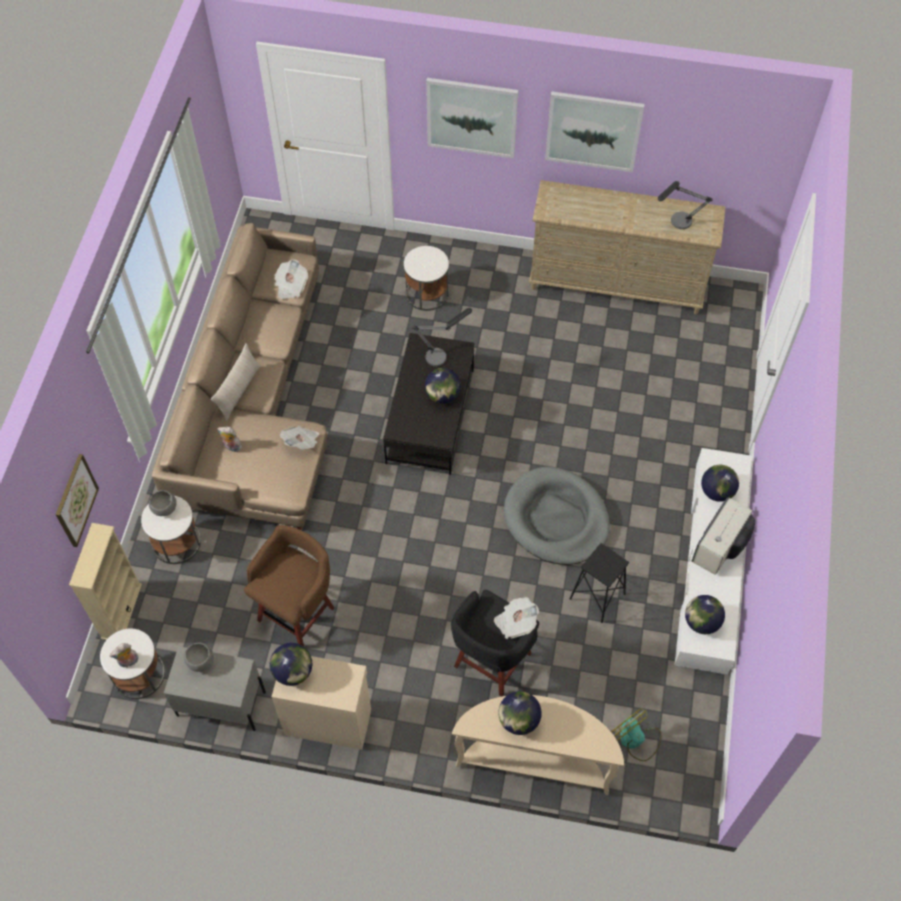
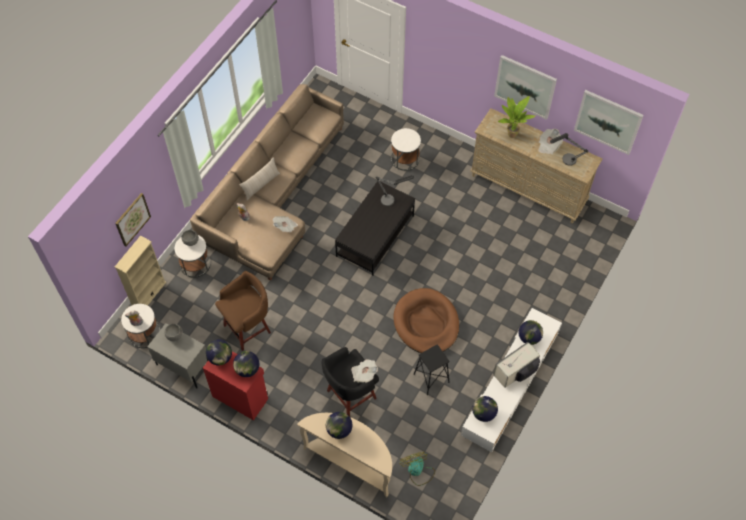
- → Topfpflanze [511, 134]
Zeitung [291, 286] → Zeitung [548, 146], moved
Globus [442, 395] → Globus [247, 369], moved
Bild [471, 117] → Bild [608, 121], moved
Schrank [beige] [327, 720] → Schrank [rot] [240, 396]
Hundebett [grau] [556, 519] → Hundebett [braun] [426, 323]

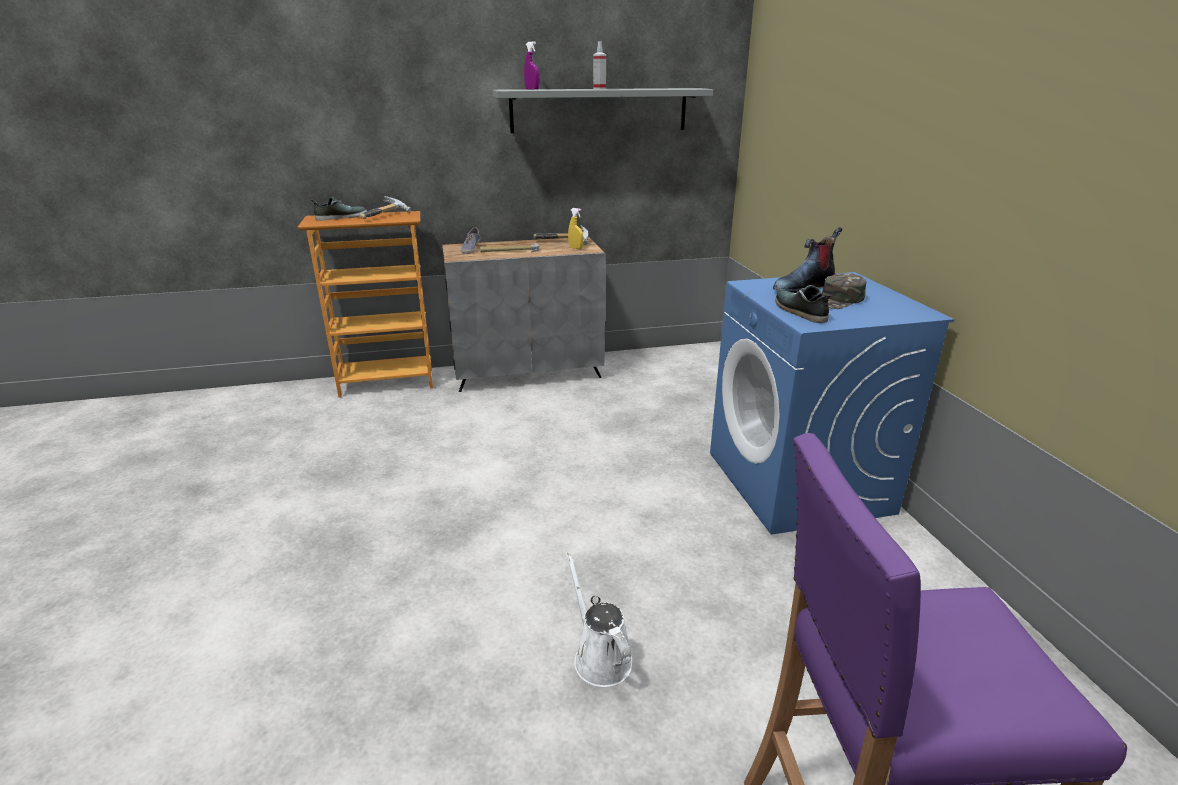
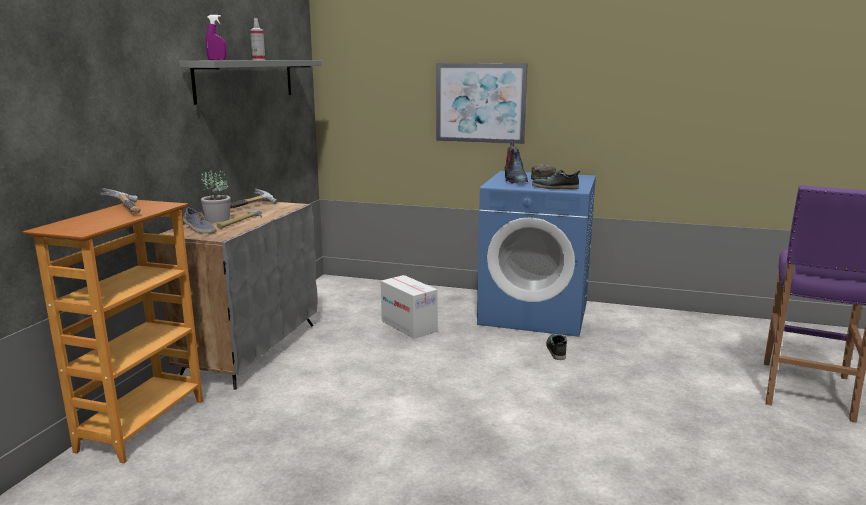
Gießkanne [weiß] [599, 657] → -
Sprühflasche [gelb] [575, 248] → -
- → Topfpflanze [218, 219]
- → Karton [409, 326]
- → Bild [480, 103]
Schuh [341, 217] → Schuh [556, 350], moved

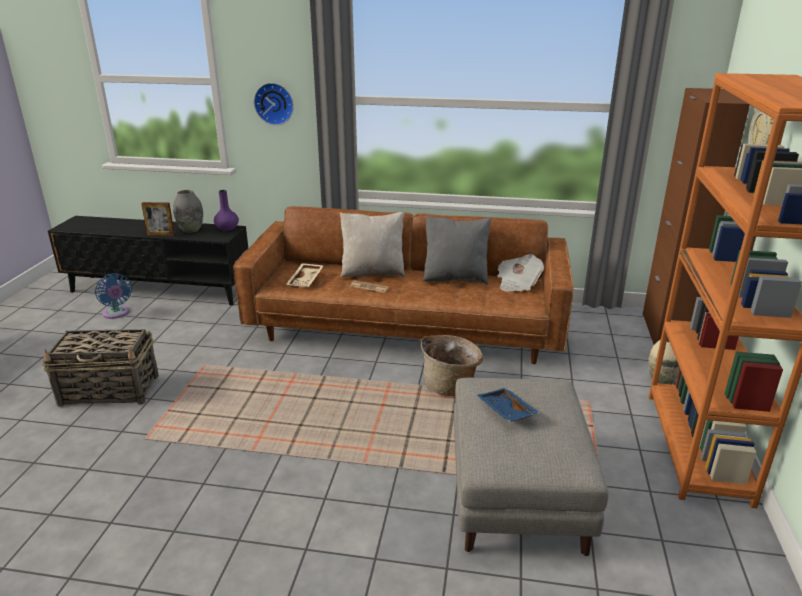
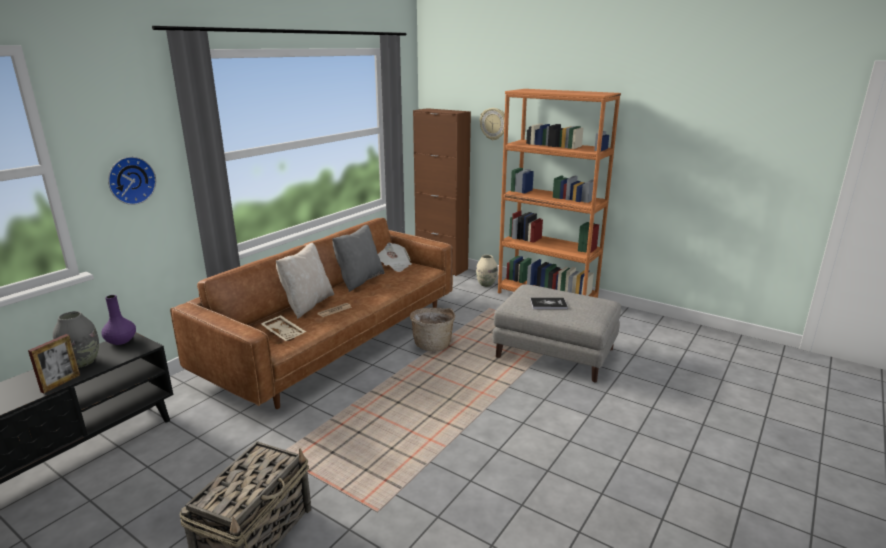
Ventilator [blau] [117, 314] → -
Tablett [blau] [505, 411] → Buch [548, 304]

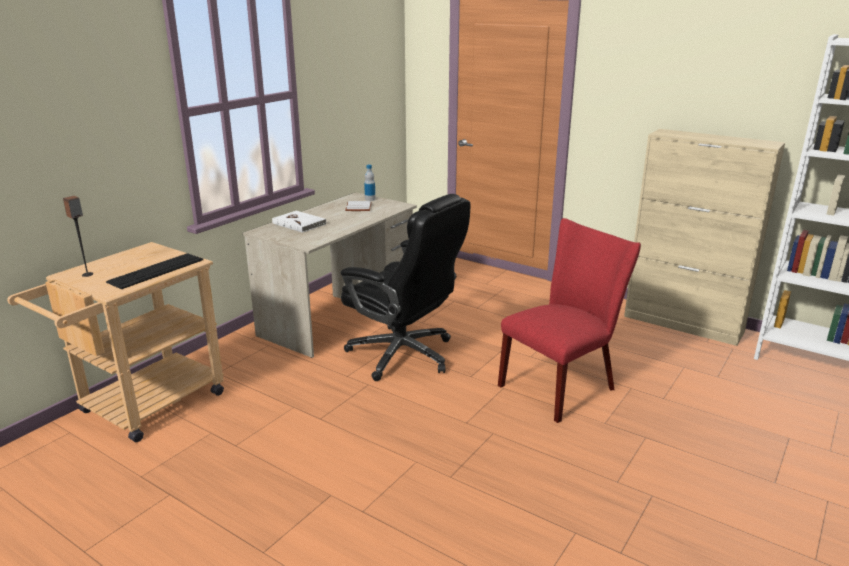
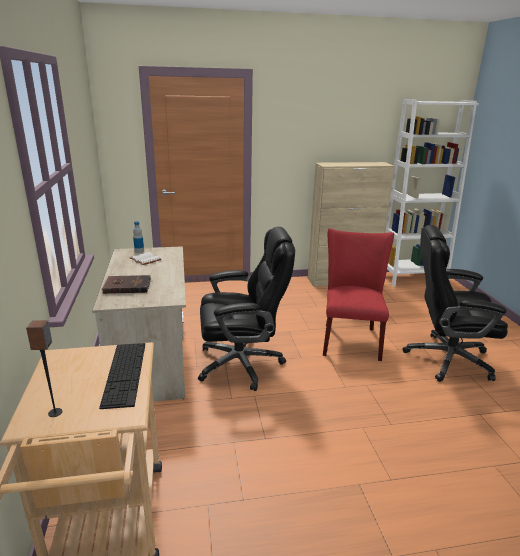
- → Bürostuhl [schwarz] [446, 359]
Buch [weiß] [299, 223] → Buch [braun] [127, 286]

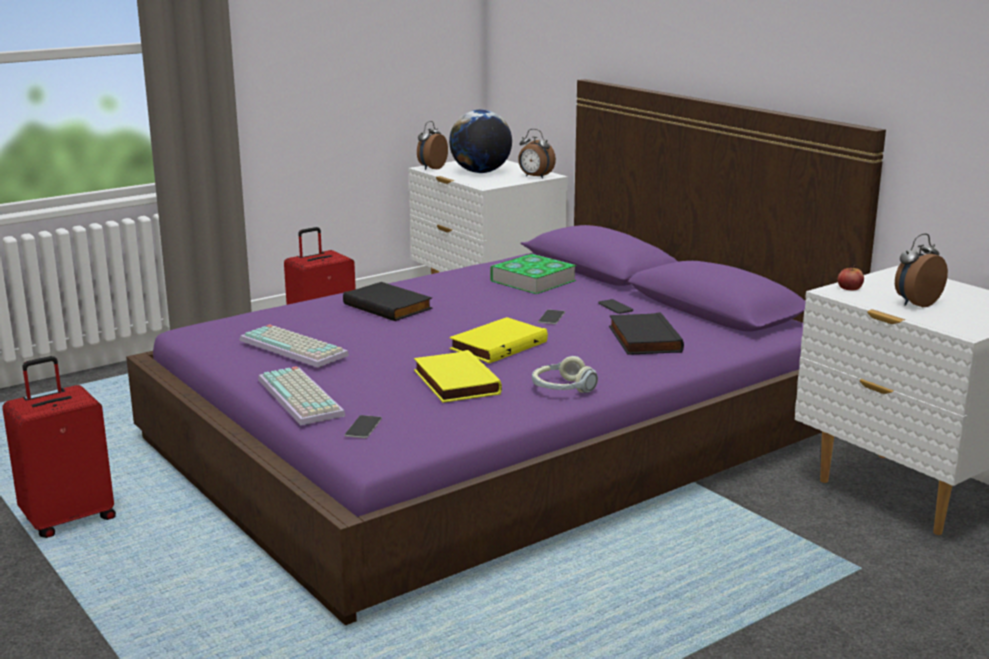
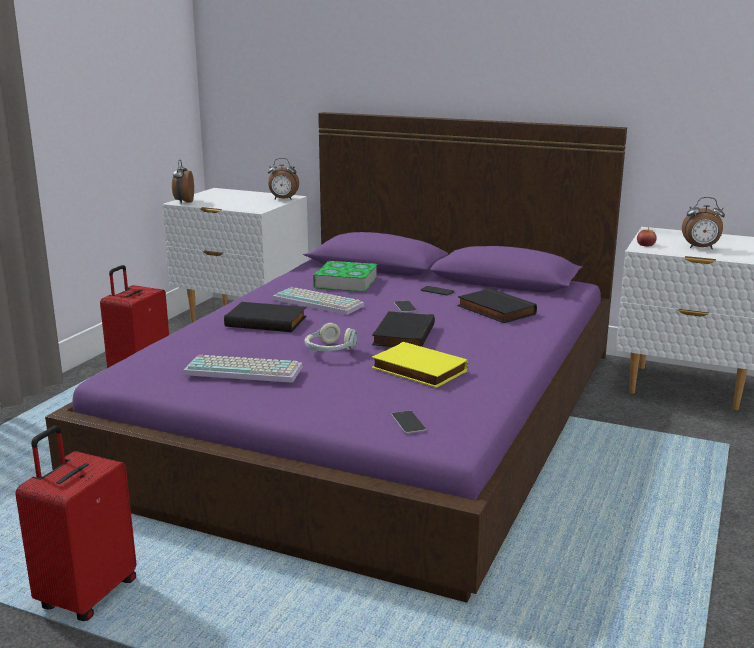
Globus [480, 172] → -
Tastatur [303, 397] → Tastatur [319, 302], moved
Kopfhörer [562, 389] → Kopfhörer [329, 350], moved
Buch [gelb] [497, 345] → Buch [schwarz] [402, 335]
Wecker [915, 303] → Wecker [701, 248], 105 degrees counterclockwise

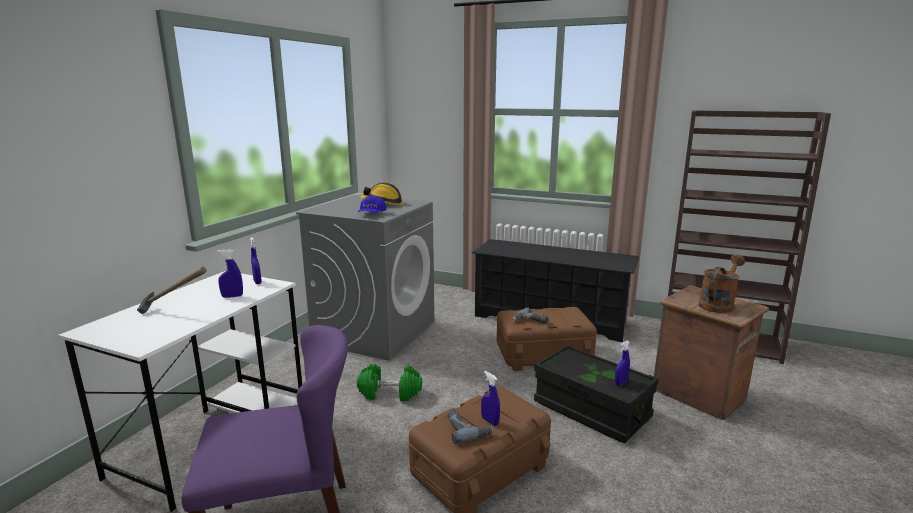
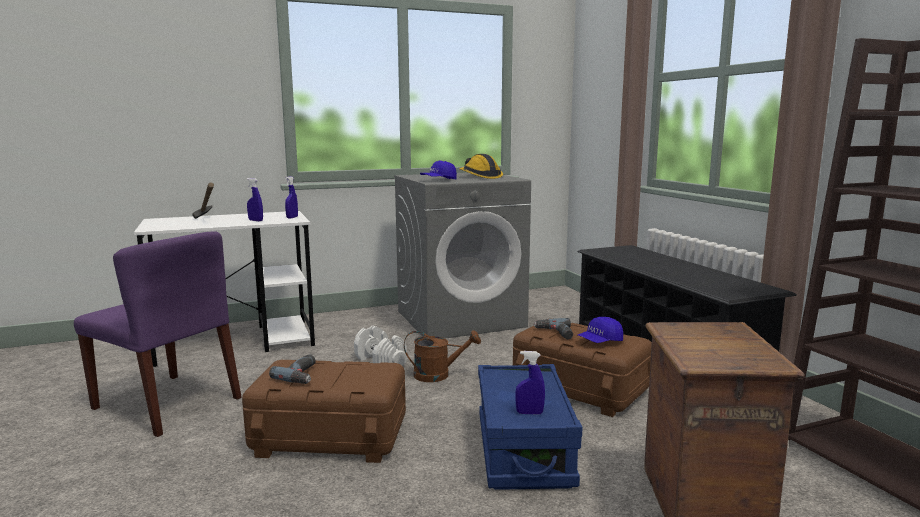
Sprühflasche [blau] [490, 421] → -
- → Kappe [blau] [600, 342]
Gießkanne [braun] [718, 304] → Gießkanne [braun] [438, 375], moved
Hantel [grün] [390, 393] → Hantel [weiß] [381, 361]
Aufbewahrungsbox [schwarz] [591, 410] → Aufbewahrungsbox [blau] [523, 450]

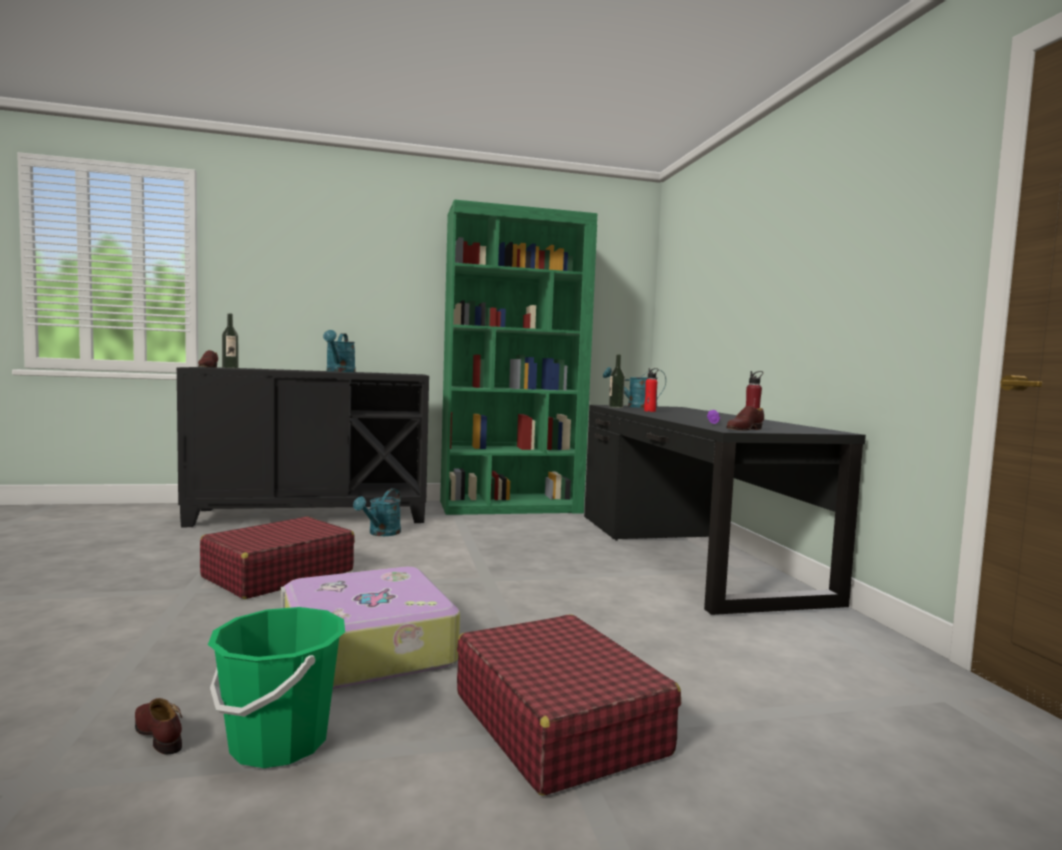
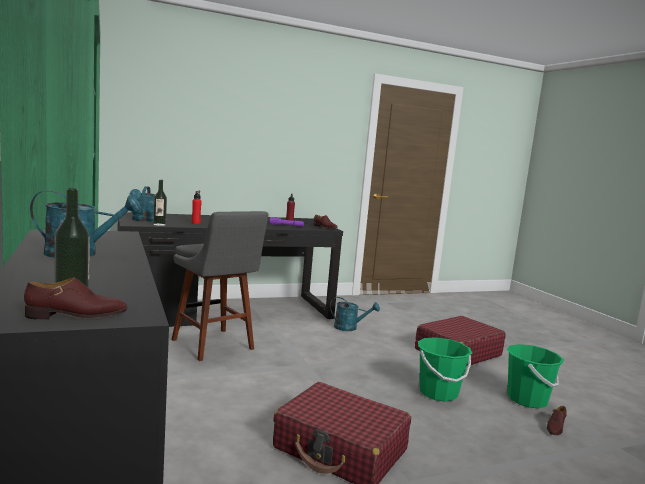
- → Hocker [grau] [214, 346]
Gießkanne [türkis] [381, 533] → Gießkanne [türkis] [350, 328], moved
Koffer [365, 649] → Eimer [grün] [438, 393]

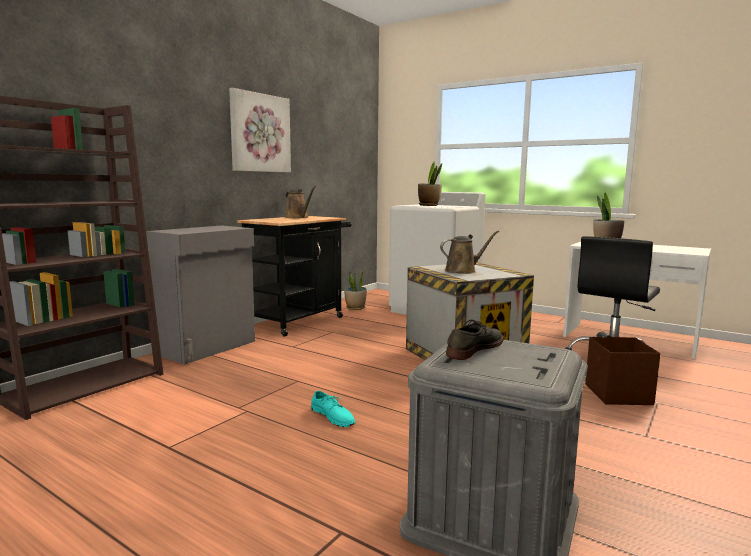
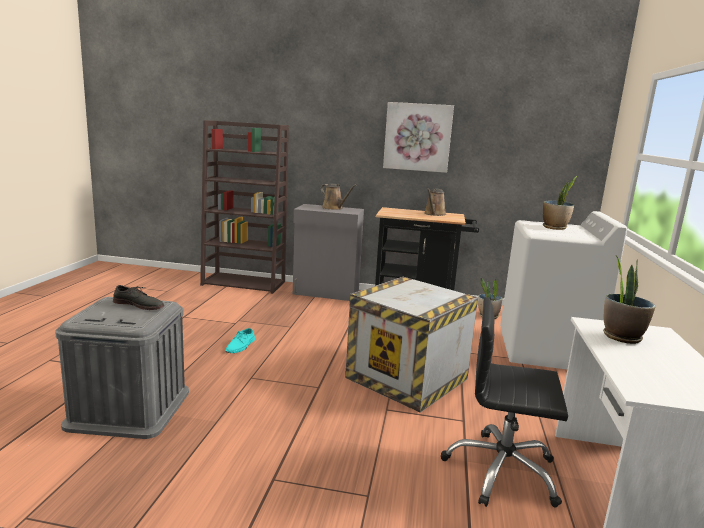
Aufbewahrungsbox [braun] [618, 395] → -
Gießkanne [braun] [463, 271] → Gießkanne [braun] [334, 208], moved

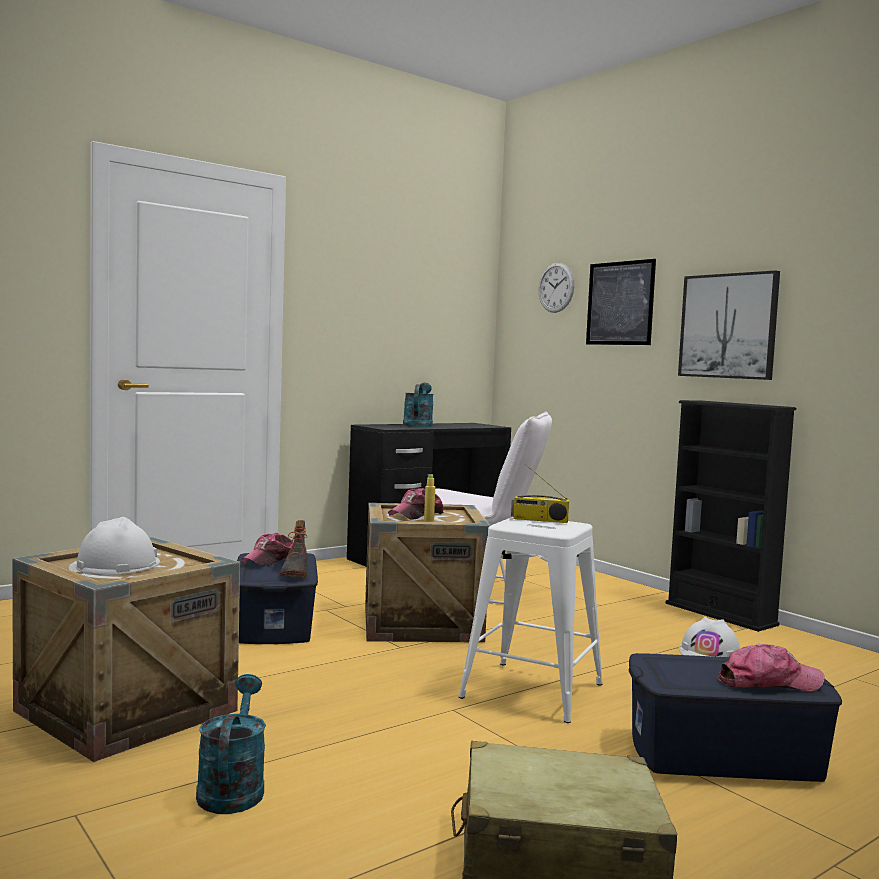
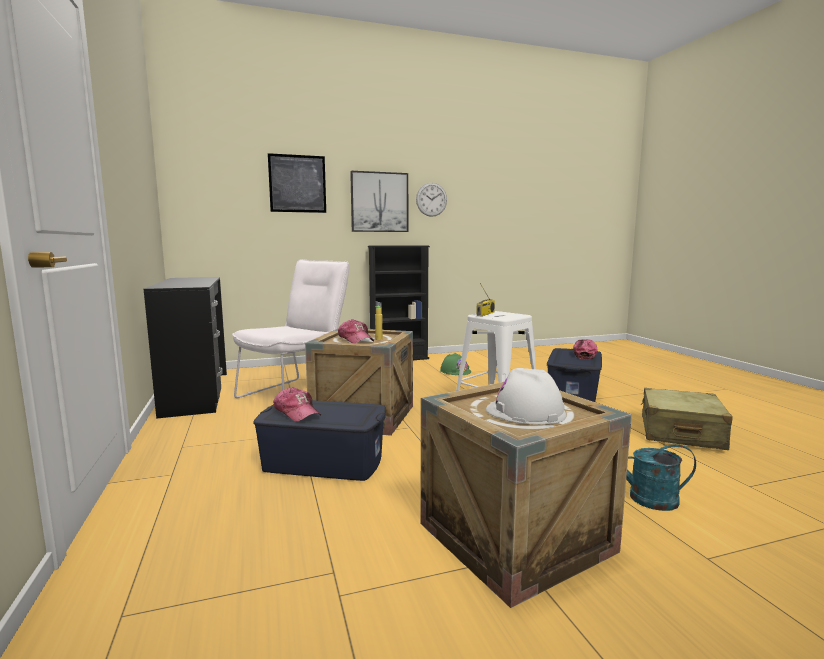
Stiefel [294, 572] → -
Gießkanne [türkis] [418, 425] → -
Wanduhr [556, 287] → Wanduhr [431, 199], moved
Schutzhelm [weiß] [710, 654] → Schutzhelm [grün] [455, 371]

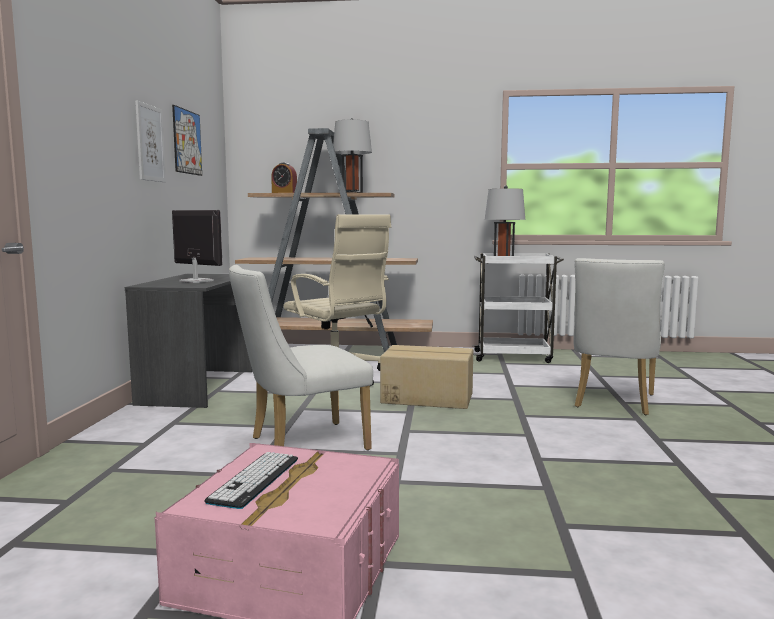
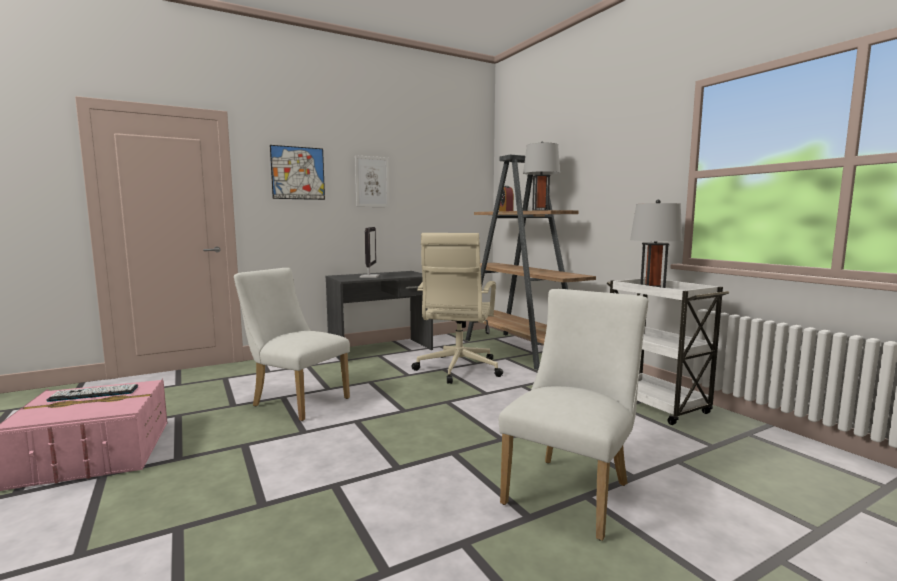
Karton [427, 398] → -
Bild [187, 142] → Bild [298, 173], moved
Stuhl [weiß] [612, 403] → Stuhl [weiß] [572, 490], 135 degrees clockwise

